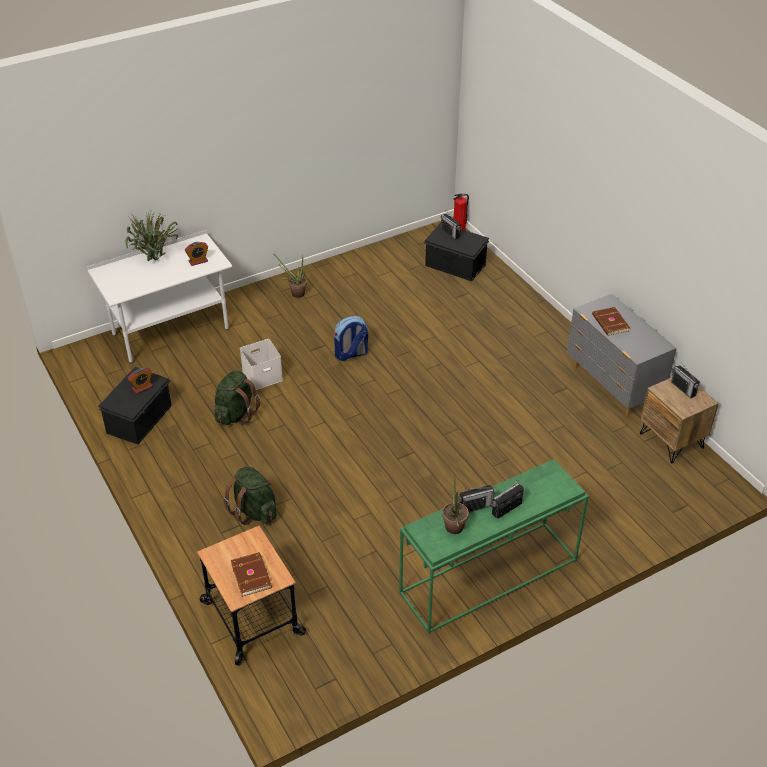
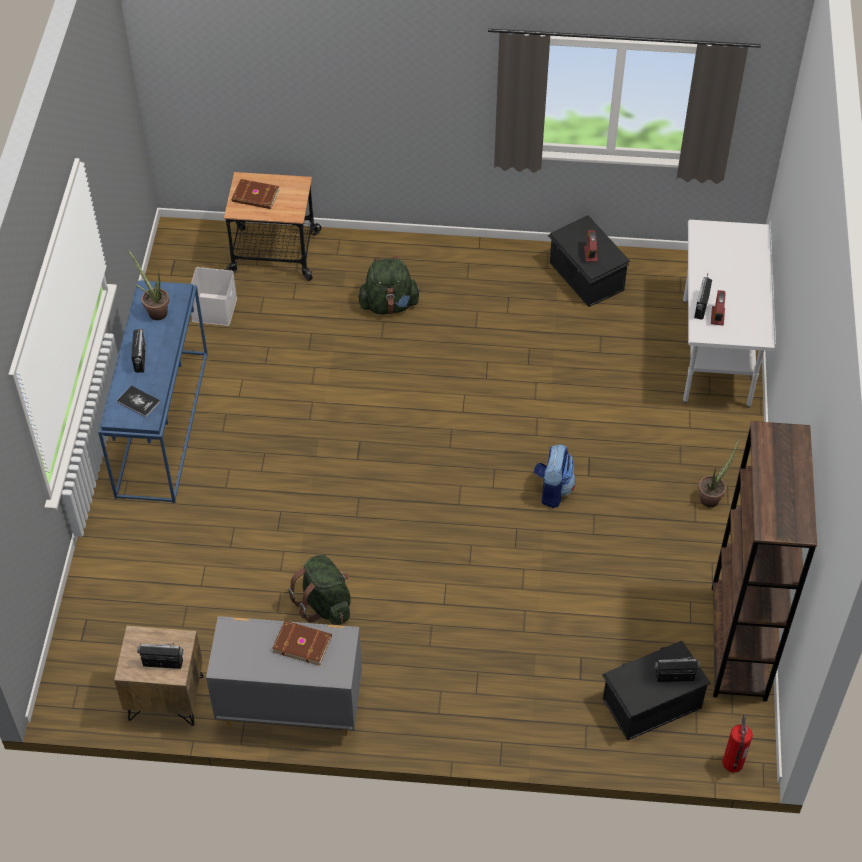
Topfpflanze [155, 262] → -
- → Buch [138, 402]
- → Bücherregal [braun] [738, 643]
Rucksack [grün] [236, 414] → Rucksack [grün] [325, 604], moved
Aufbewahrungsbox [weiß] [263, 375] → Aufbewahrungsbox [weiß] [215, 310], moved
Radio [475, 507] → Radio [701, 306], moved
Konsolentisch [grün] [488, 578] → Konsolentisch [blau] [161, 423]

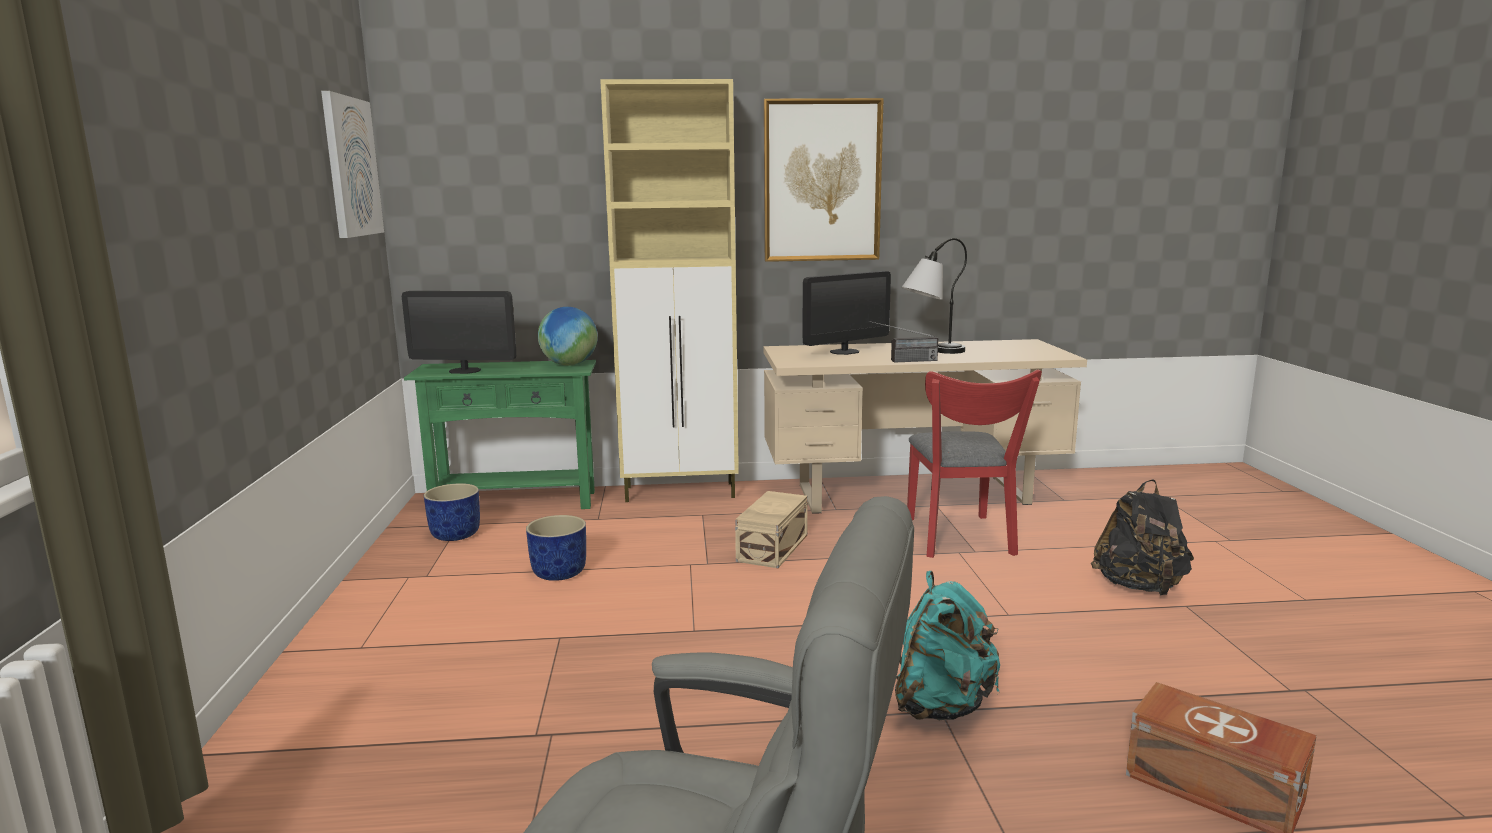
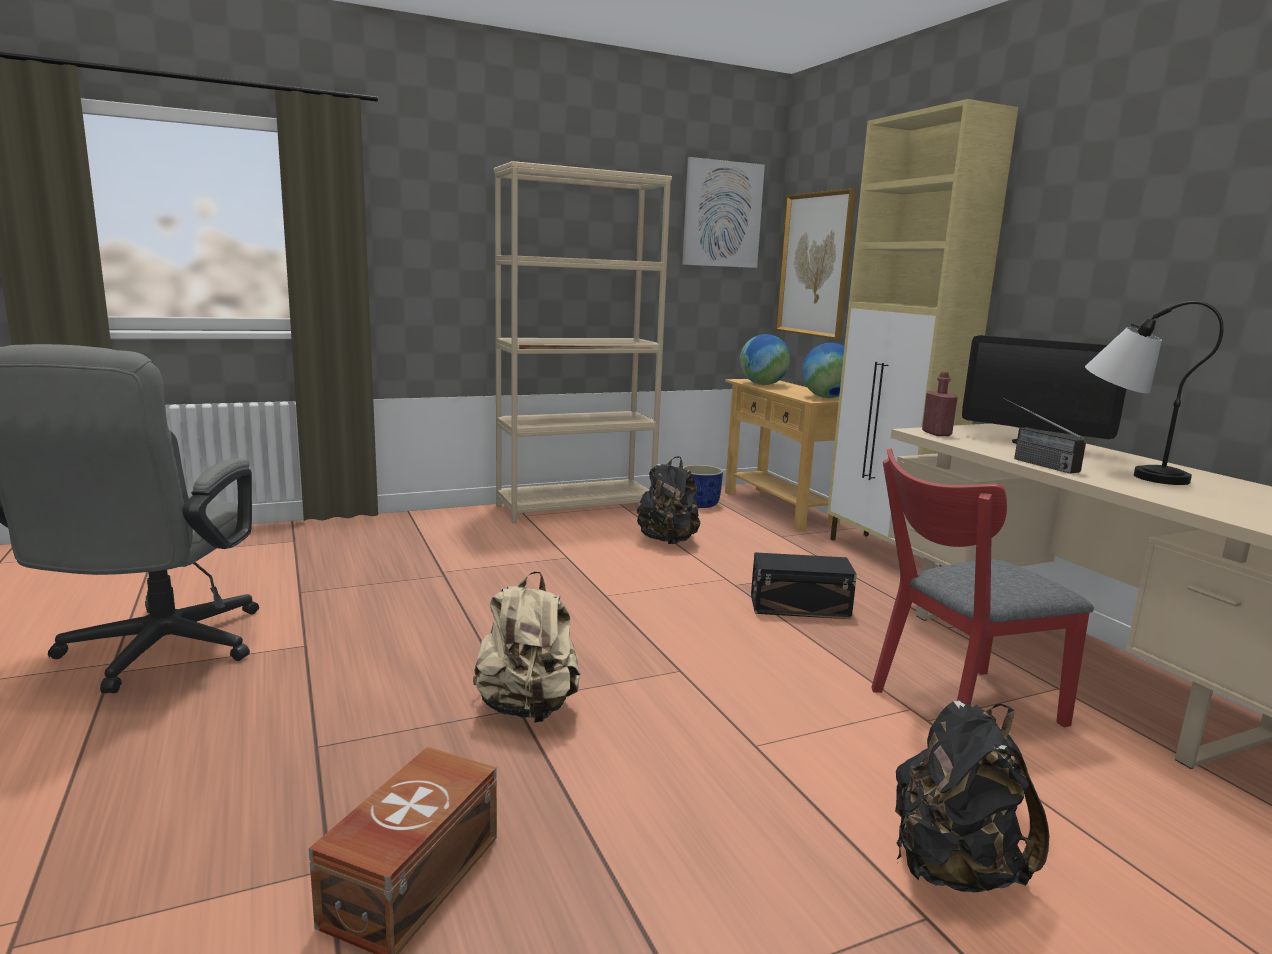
- → Bücherregal [beige] [576, 507]
- → Flasche [rot] [936, 433]
Bild [822, 181] → Bild [815, 265], moved
Monitor [465, 371] → Globus [763, 384]
Pflanzkübel [blau] [559, 572] → Rucksack [schwarz] [667, 541]
Konsolentisch [grün] [515, 502] → Konsolentisch [beige] [778, 508]
Aufbewahrungsbox [beige] [771, 548] → Aufbewahrungsbox [schwarz] [798, 606]
Rucksack [türkis] [941, 706] → Rucksack [beige] [527, 708]

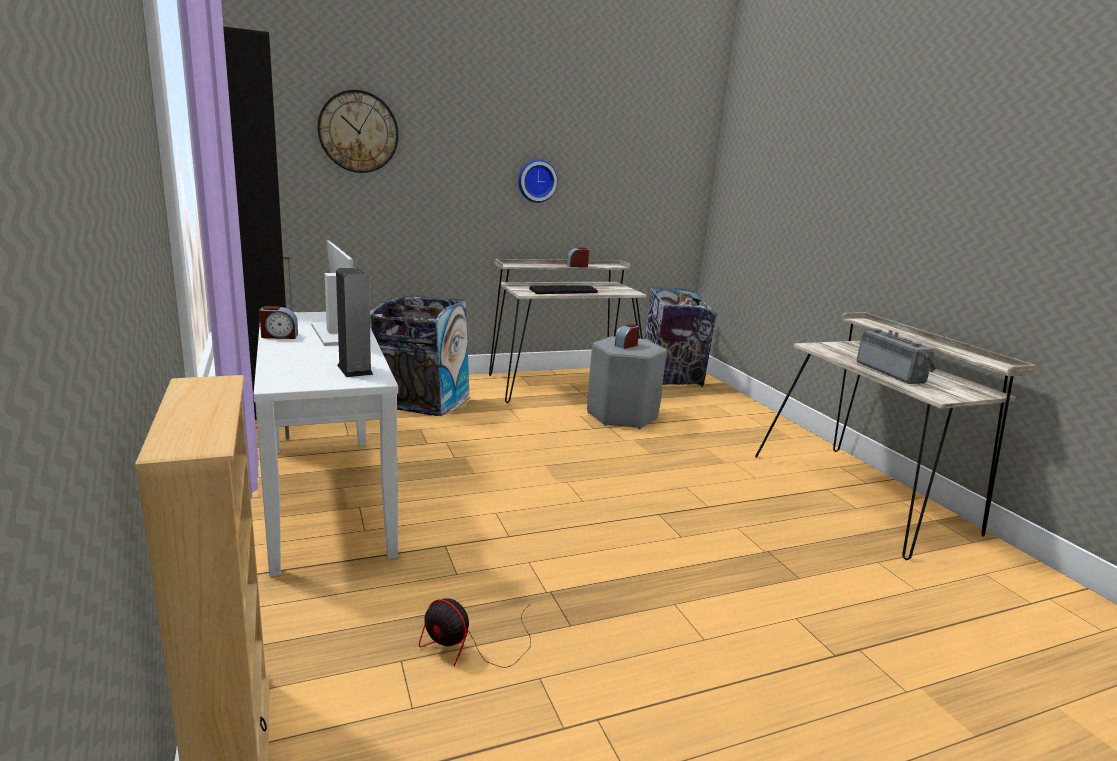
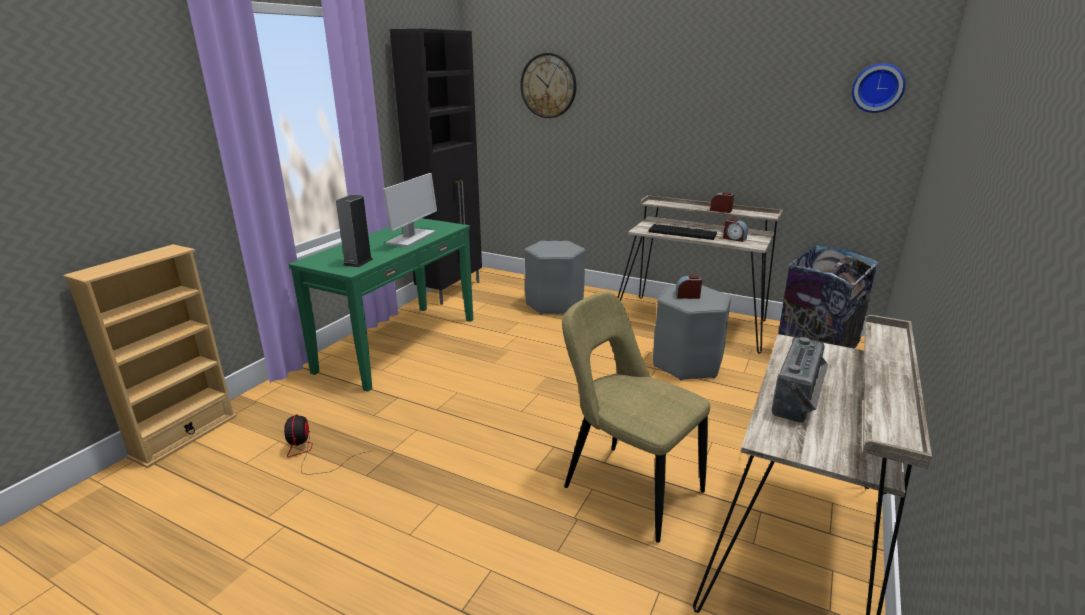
- → Stuhl [beige] [627, 487]
Wecker [279, 336] → Wecker [734, 238], moved
Wanduhr [536, 181] → Wanduhr [878, 88], moved
Mülleimer [422, 402] → Hocker [grau] [554, 304]
Konsolentisch [weiß] [325, 497] → Konsolentisch [grün] [398, 344]

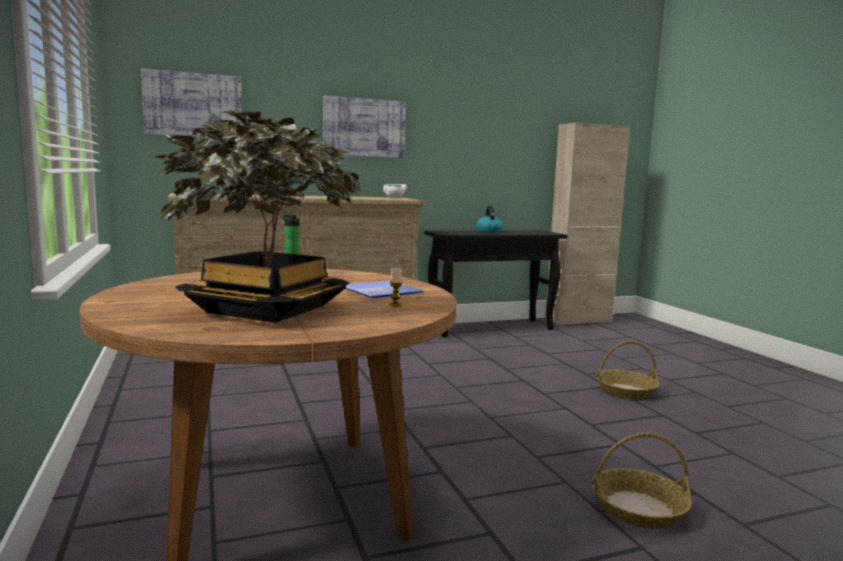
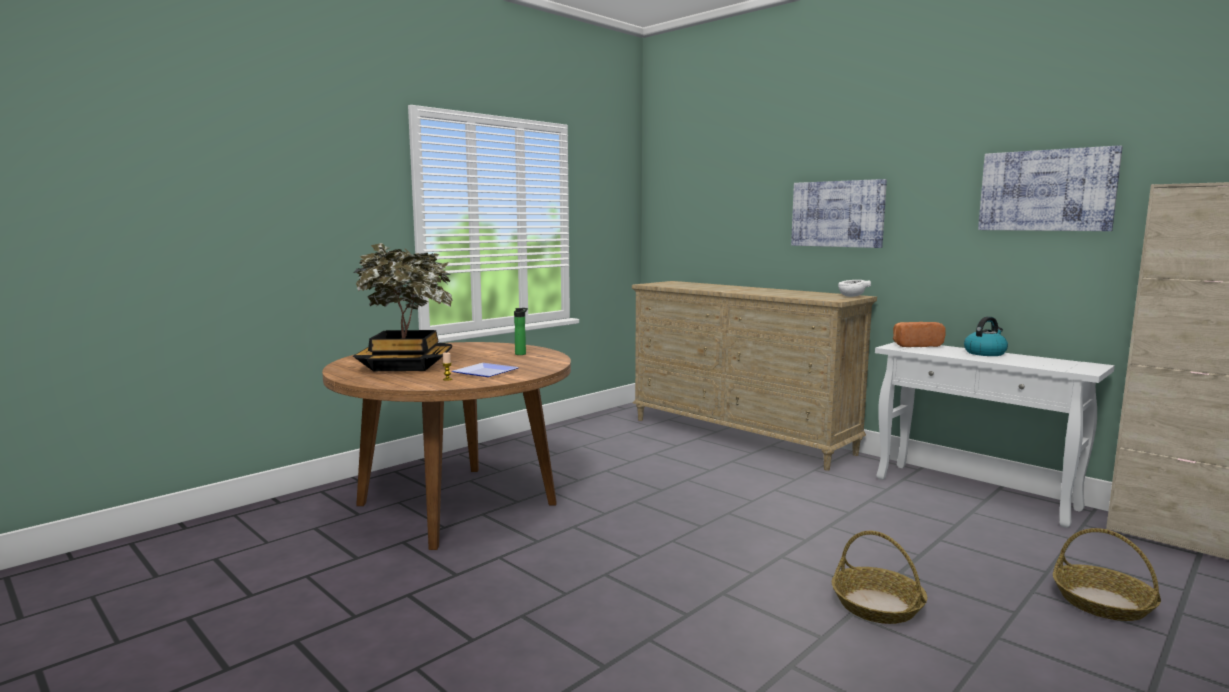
- → Brot [915, 345]
Bild [193, 105] → Bild [1046, 190], moved
Korb [638, 509] → Korb [1101, 602], moved
Konsolentisch [schwarz] [491, 328] → Konsolentisch [weiß] [976, 494]

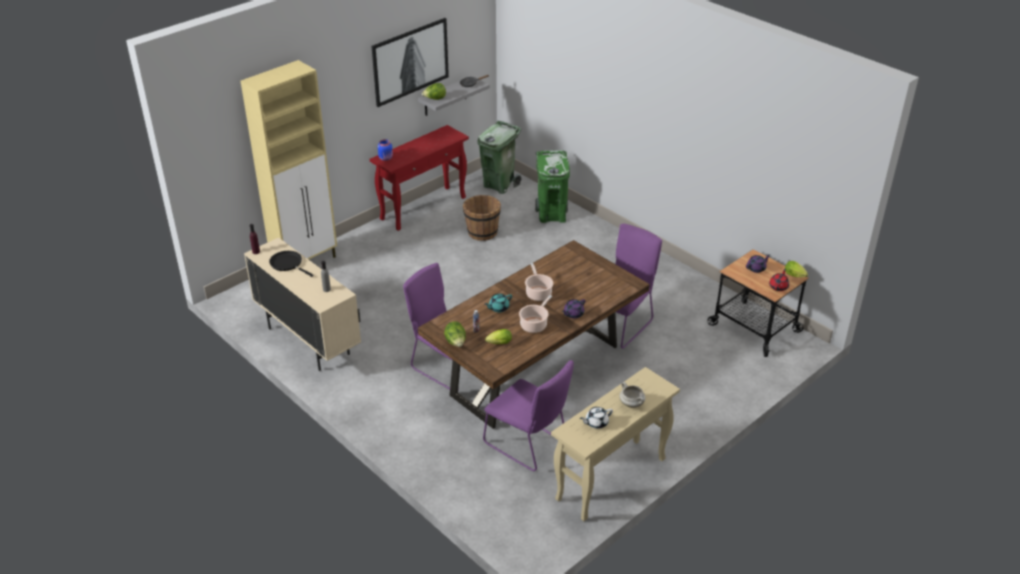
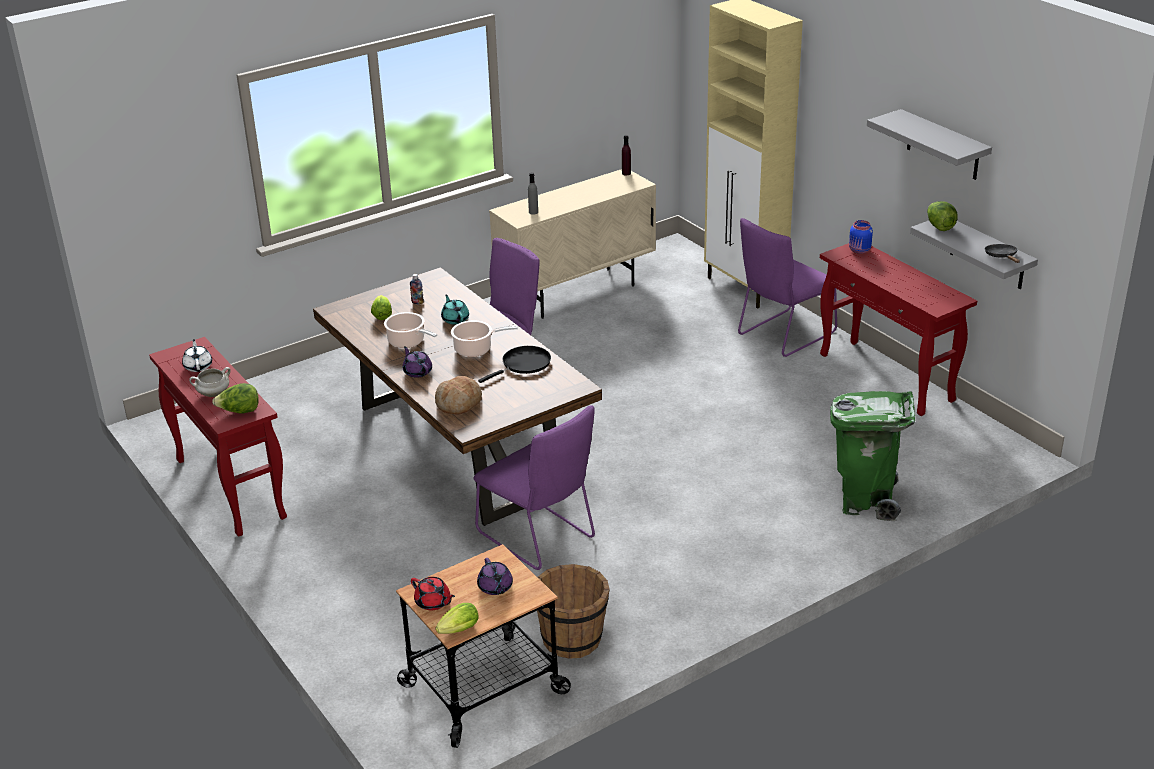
Mülleimer [grün] [499, 185] → -
- → Brot [459, 403]
Pfanne [schwarz] [288, 264] → Pfanne [schwarz] [523, 364], moved
Salatkopf [456, 343] → Salatkopf [239, 412], moved
Eimer [braun] [482, 232] → Eimer [braun] [572, 638], moved
Stuhl [lila] [528, 444] → Stuhl [lila] [783, 335], moved
Bild [410, 61] → Wandregal [grau] [943, 145]
Konsolentisch [beige] [610, 480] → Konsolentisch [rot] [229, 488]

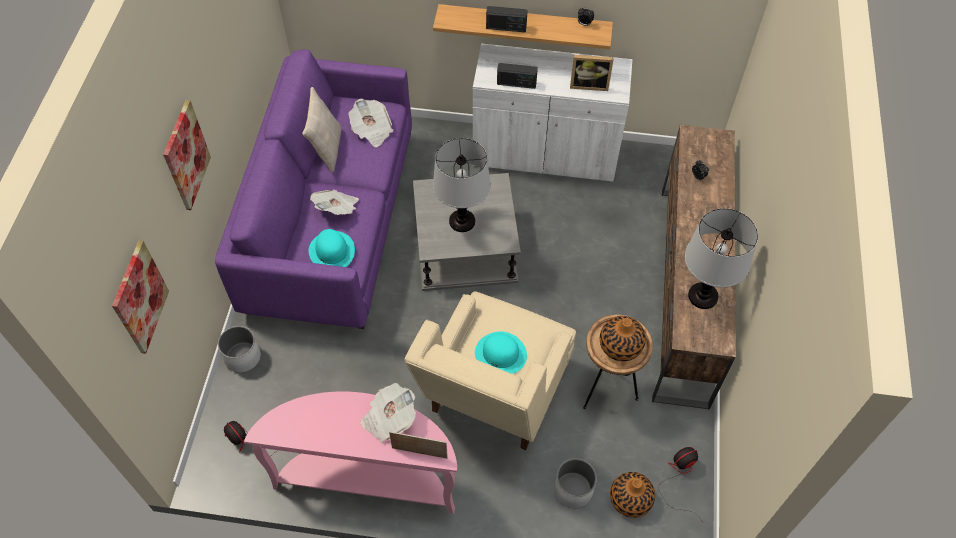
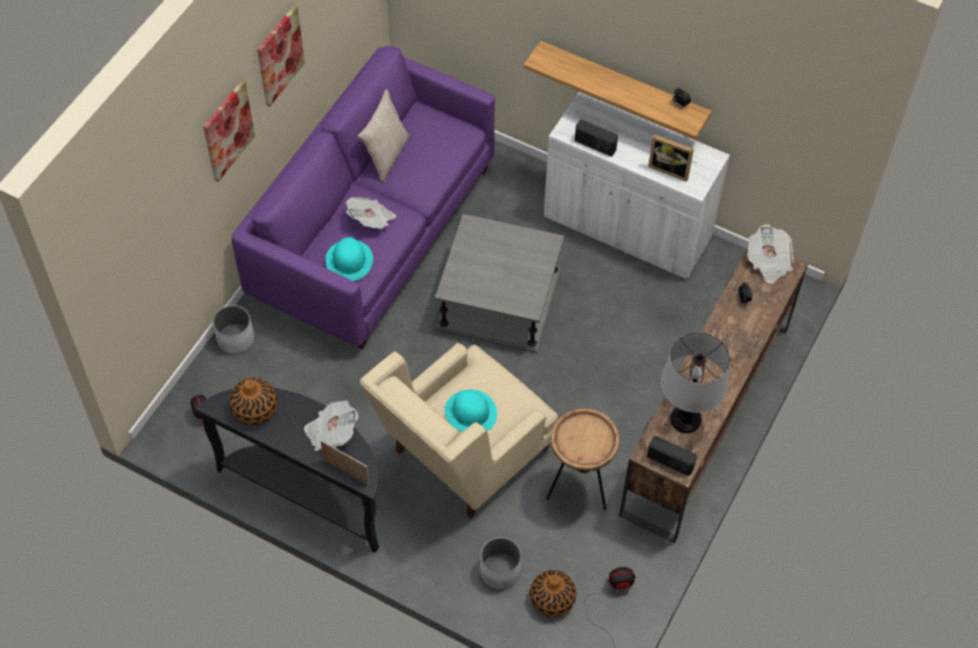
Tischlampe [462, 221] → -
Bild [139, 297] → Bild [279, 55], moved
Zeitung [372, 130] → Zeitung [768, 262], moved
Radio [506, 27] → Radio [670, 462], moved
Vase [620, 346] → Vase [254, 409], moved
Konsolentisch [rosa] [368, 477] → Konsolentisch [schwarz] [309, 491]

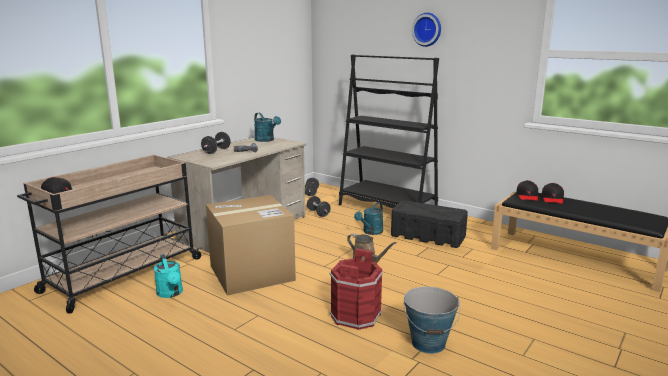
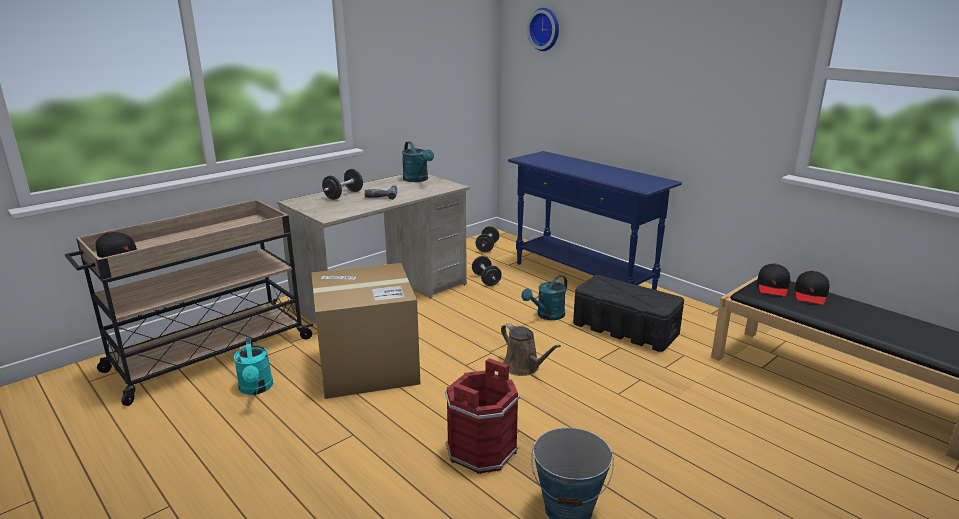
Wanduhr [427, 29] → Wanduhr [545, 29], moved
Bücherregal [schwarz] [387, 208] → Konsolentisch [blau] [583, 278]

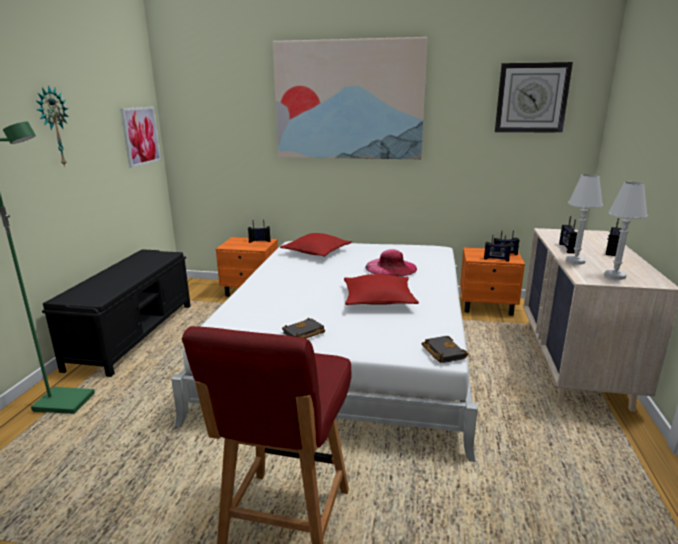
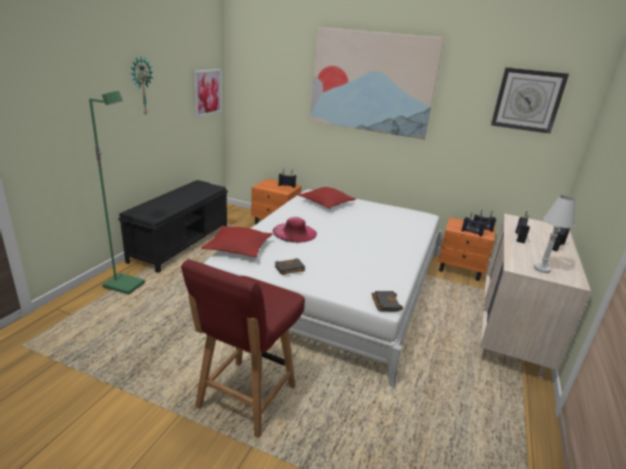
Tischlampe [weiß] [575, 261] → -
Kissen [rot] [378, 299] → Kissen [rot] [238, 248], moved
Hut [rosa] [391, 267] → Hut [rosa] [294, 232], moved

